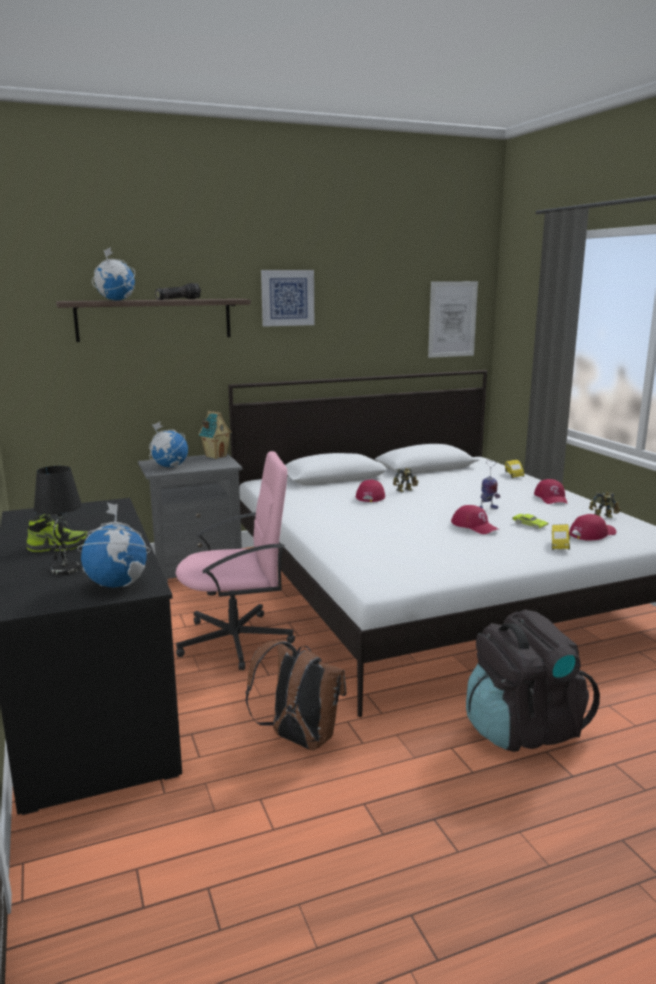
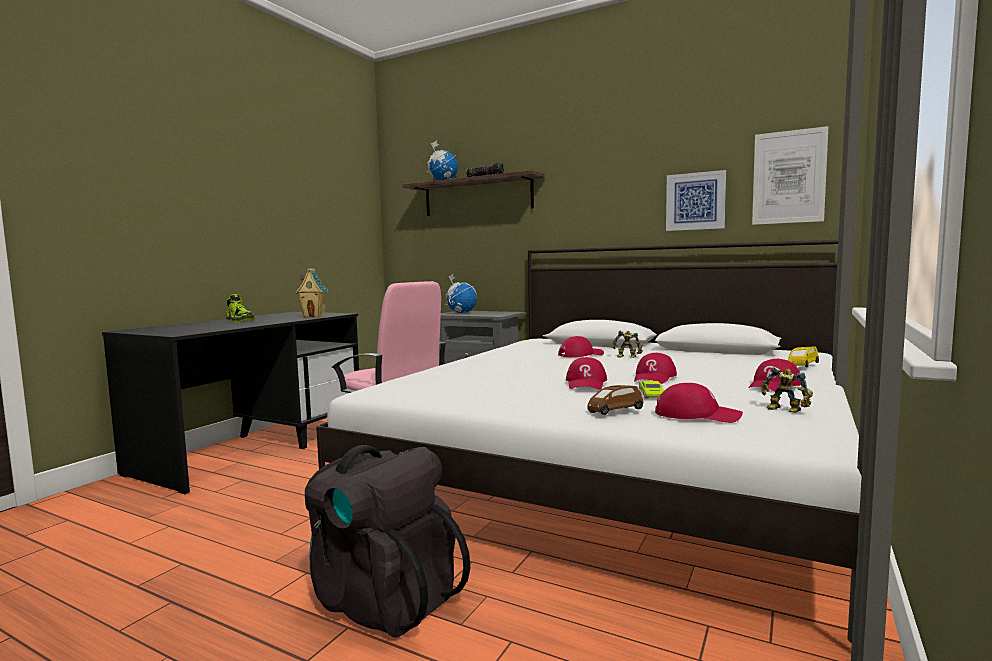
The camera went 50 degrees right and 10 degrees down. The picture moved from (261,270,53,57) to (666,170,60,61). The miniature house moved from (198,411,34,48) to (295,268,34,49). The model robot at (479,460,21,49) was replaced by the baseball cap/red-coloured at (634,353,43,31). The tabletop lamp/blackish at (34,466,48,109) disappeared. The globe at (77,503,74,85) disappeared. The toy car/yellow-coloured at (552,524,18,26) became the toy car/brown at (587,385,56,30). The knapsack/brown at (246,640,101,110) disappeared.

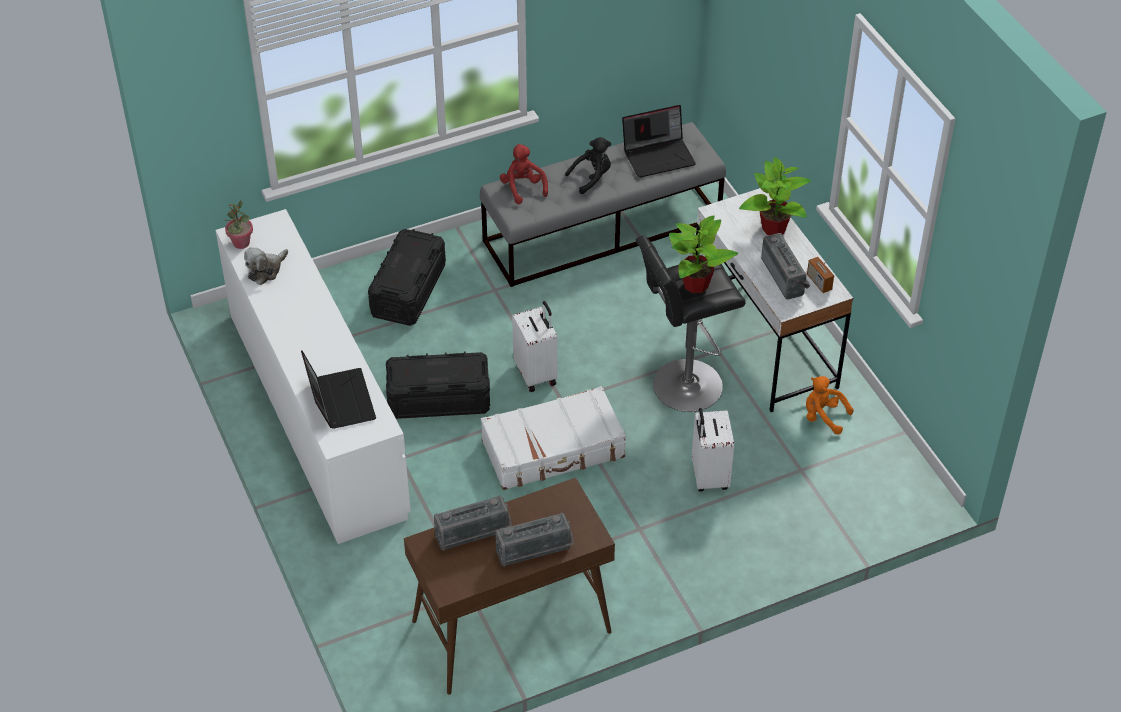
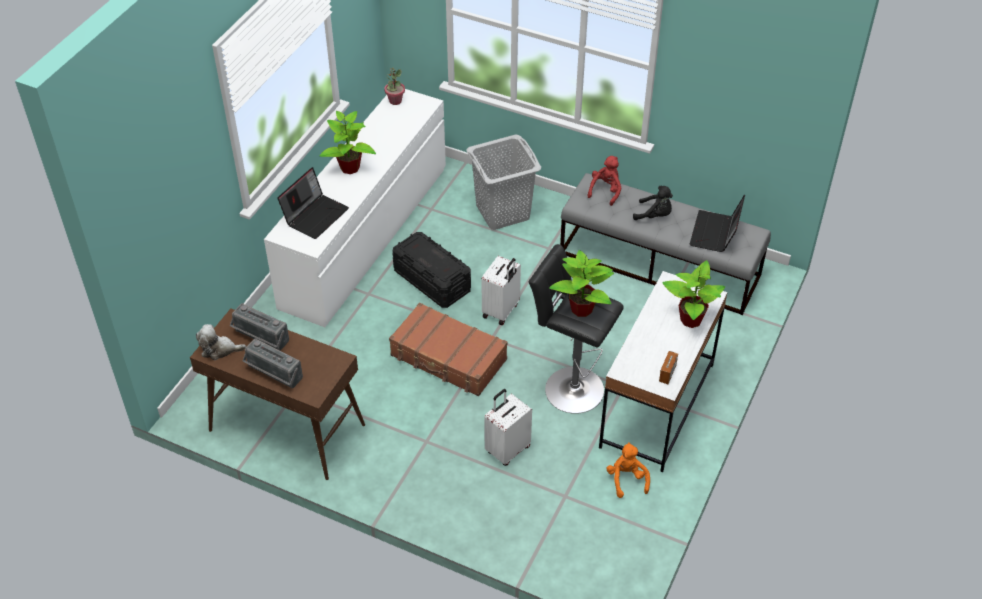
The camera went 50 degrees right and 0 degrees up. The laptop at (622,105,74,73) turned 75 degrees clockwise. The storage container/blackish at (368,229,78,97) was replaced by the laundry basket/greyish at (466,135,75,95). The radio set at (761,233,50,66) disappeared. The soft toy moved from (244,247,44,38) to (196,324,50,36). The travel case/white at (481,386,145,104) became the travel case/brown at (389,303,118,93). The potted plant at (320,111,56,63) appeared.

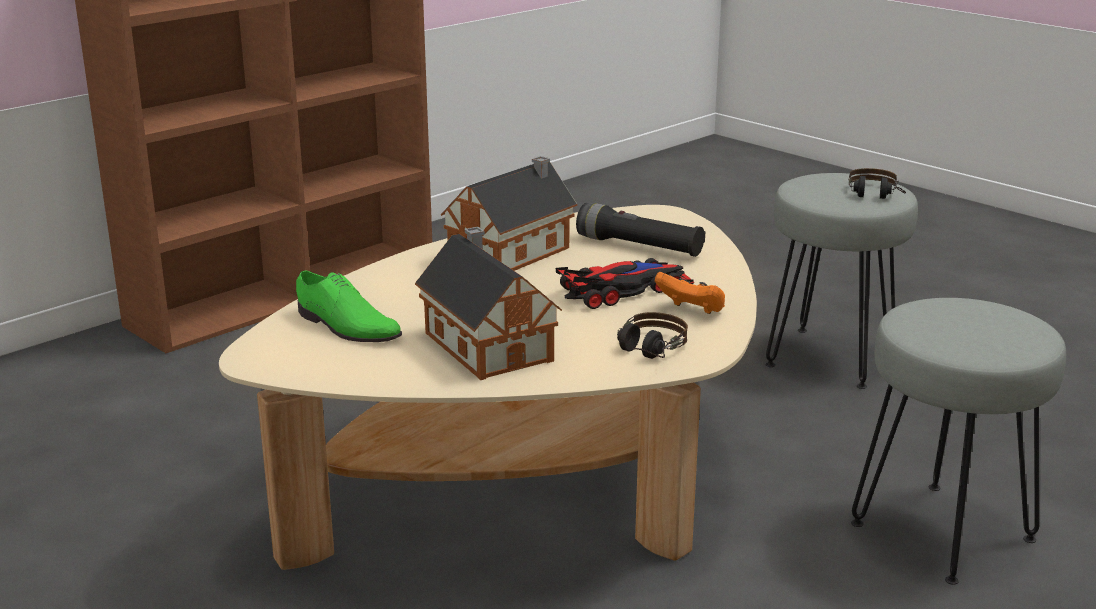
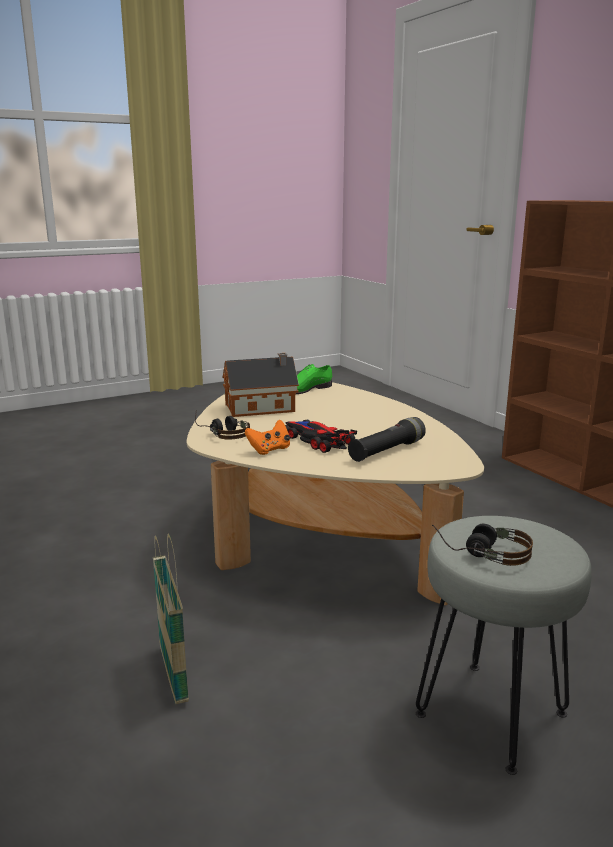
The camera went 105 degrees right and 5 degrees down. The miniature house at (441,156,136,115) disappeared. The toy car at (556,258,138,51) turned 150 degrees clockwise. The stool/greyish at (851,298,215,287) was replaced by the storage basket at (153,533,36,171).

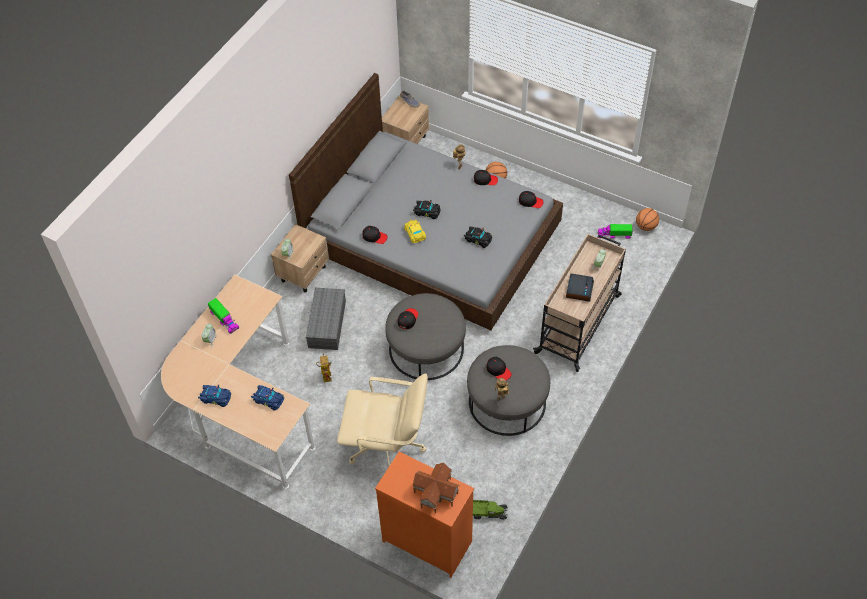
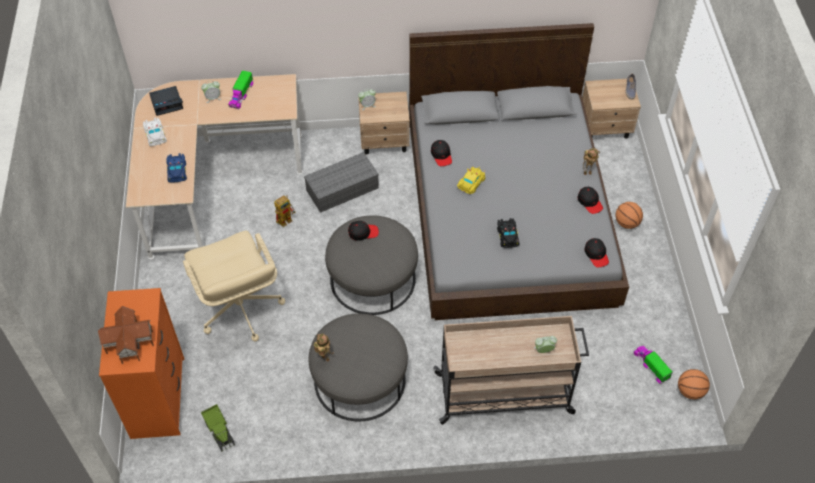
The camera went 55 degrees right and 0 degrees up. The toy car/blackish at (413,200,28,19) disappeared. The bedside clock moved from (566,273,28,29) to (149,86,34,30). The baseball cap/blackish at (486,357,26,23) disappeared. The toy car/blue at (198,385,33,22) became the toy car/white at (143,118,24,28).

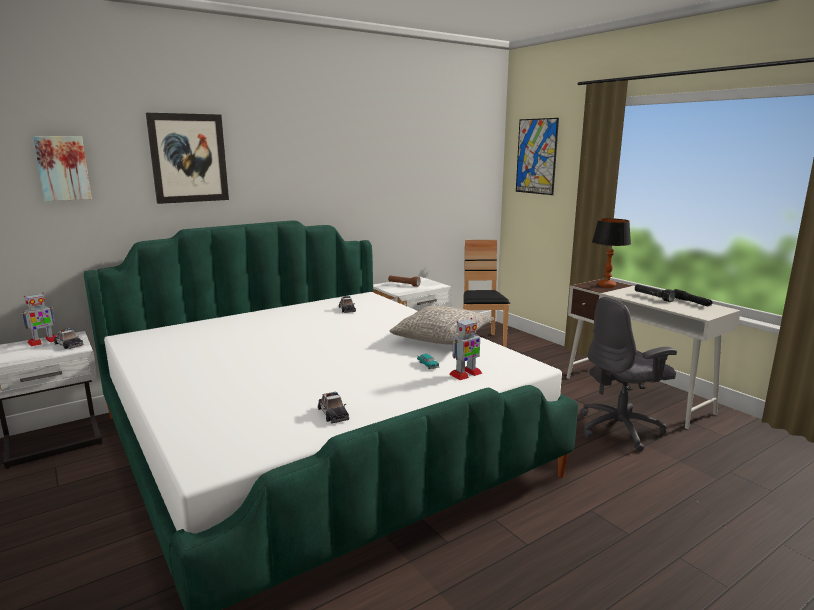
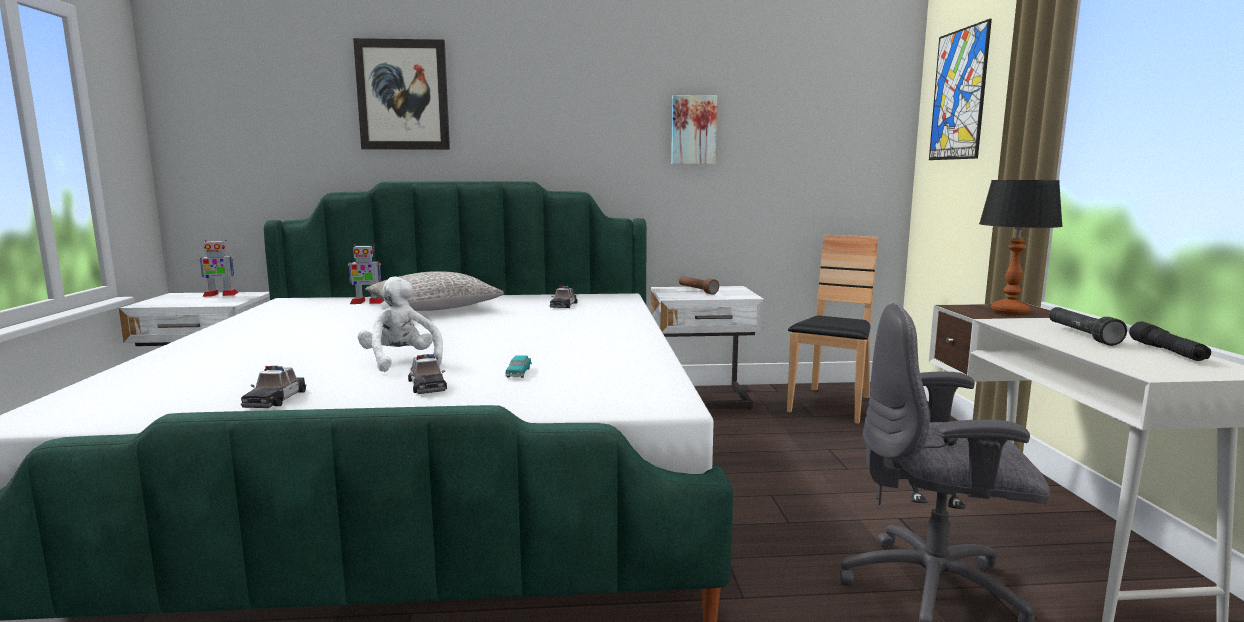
The camera went 30 degrees right and 5 degrees down. The picture moved from (33,136,59,65) to (671,95,46,69). The pillow/greyish moved from (390,306,104,39) to (365,271,139,40). The model robot moved from (449,318,33,62) to (348,244,36,60). The toy car moved from (54,328,29,21) to (408,354,39,40). The soft toy/white at (357,276,86,96) appeared.

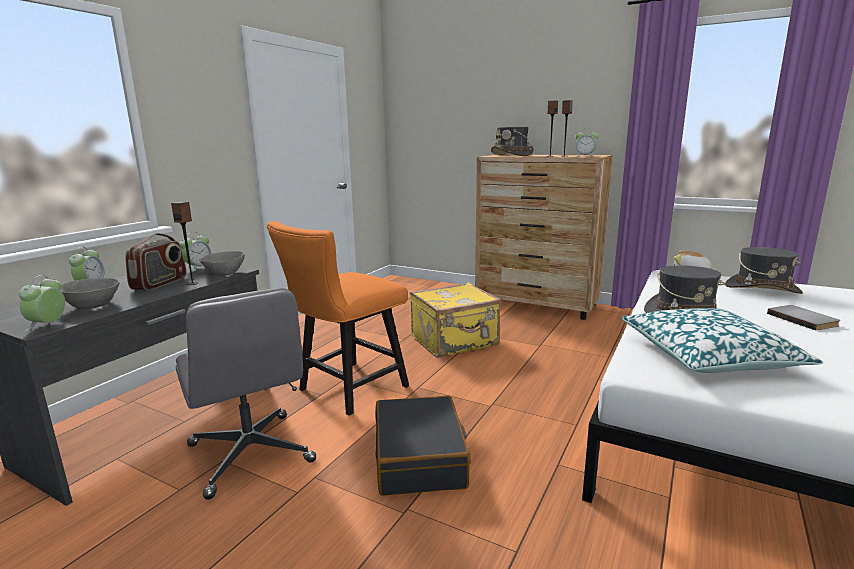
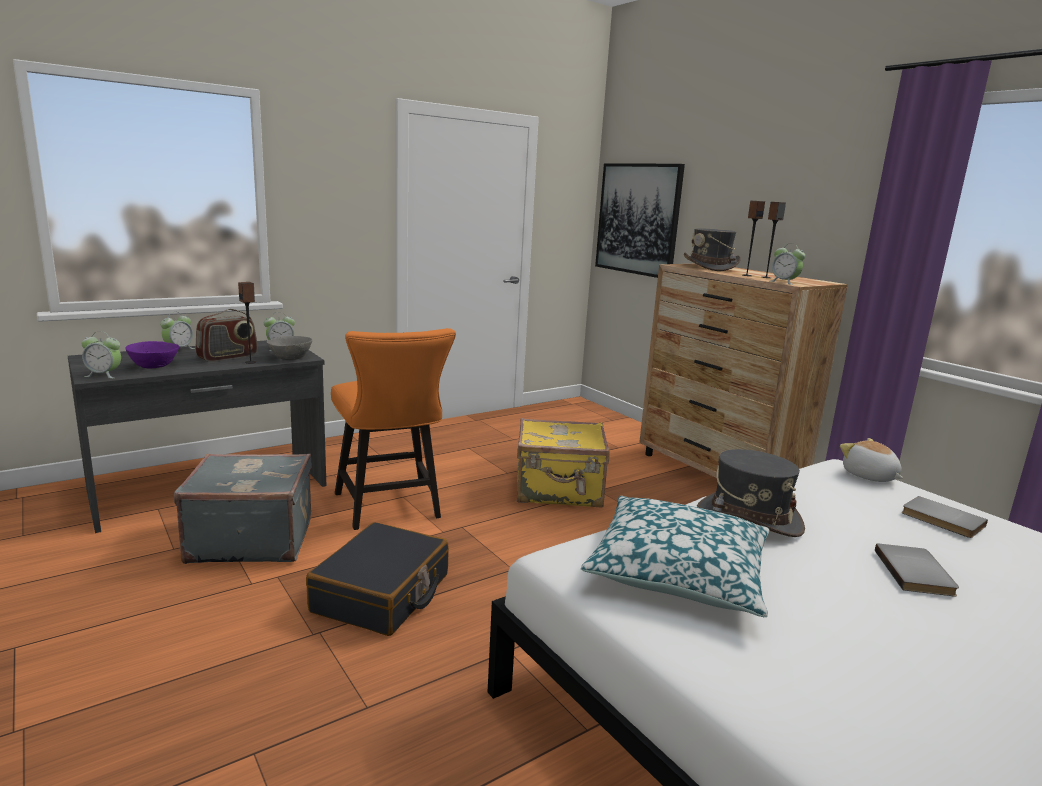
The camera went 25 degrees right and 0 degrees up. The chair/orange-coloured at (267,221,142,195) turned 90 degrees counterclockwise. The clothing hat/greyish at (725,247,78,47) was replaced by the volume/greyish at (902,496,86,42). The bedside clock at (19,275,46,57) turned 120 degrees counterclockwise. The bowl/greyish at (60,278,60,31) became the bowl/purple-coloured at (125,341,54,28). The office chair/greyish at (176,288,140,212) was replaced by the travel case/greyish at (174,454,138,110). The picture at (595,163,90,115) appeared.

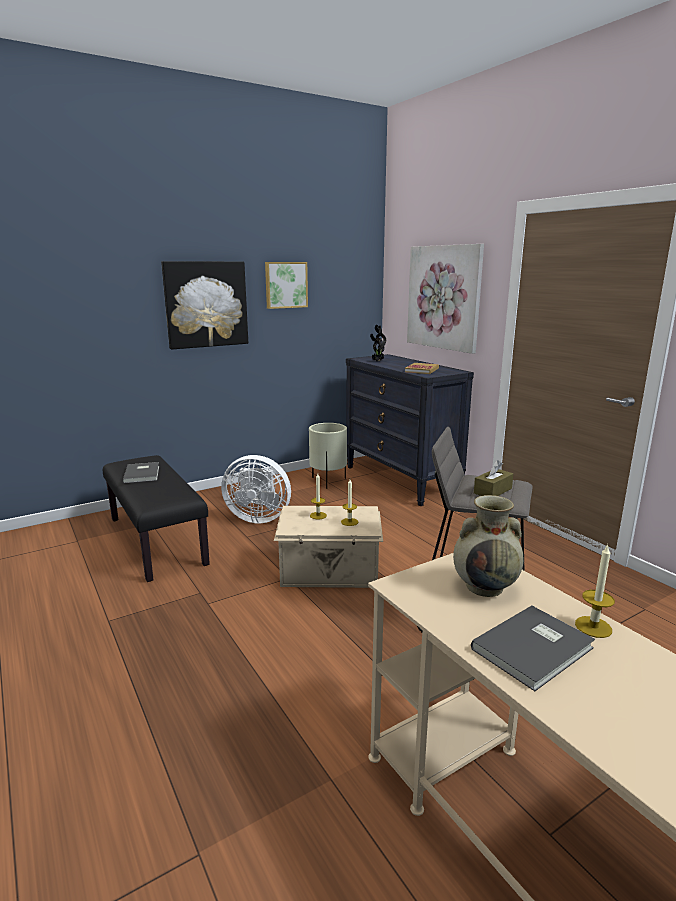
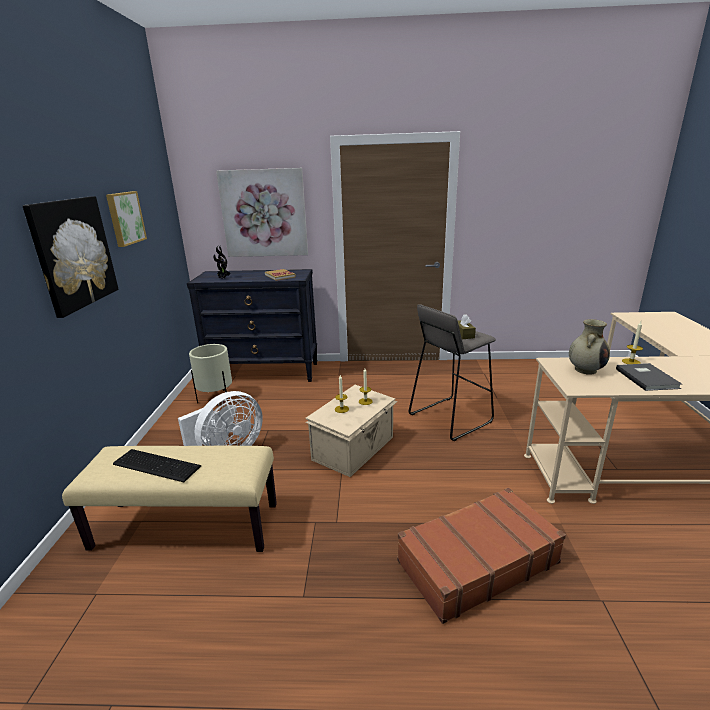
The camera went 55 degrees left and 5 degrees up. The long seat/blackish at (103,455,107,127) became the long seat/beige-coloured at (62,446,215,106). The volume/greyish at (123,462,36,21) was replaced by the PC keyboard at (113,449,88,33). The travel case/brown at (397,488,169,136) appeared.

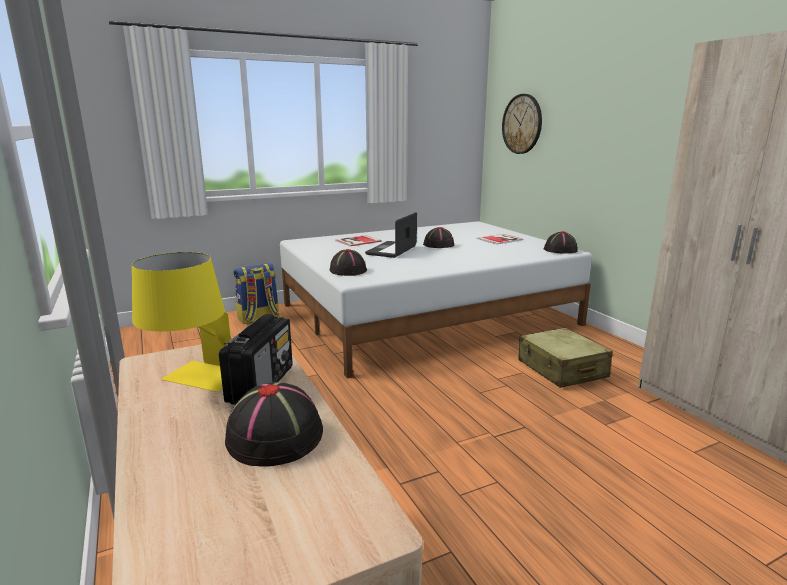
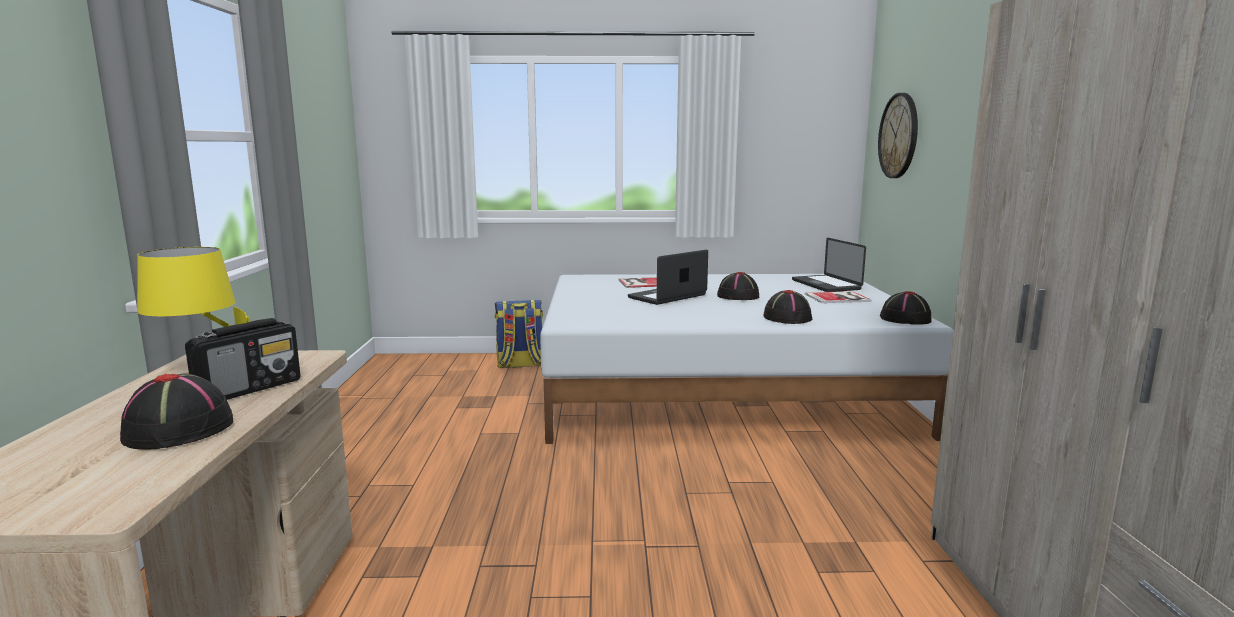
The camera went 25 degrees right and 5 degrees down. The clothing hat/blackish moved from (330,249,37,27) to (763,290,49,34). The travel case/beige-coloured at (518,328,95,60) disappeared. The laptop at (792,238,74,54) appeared.

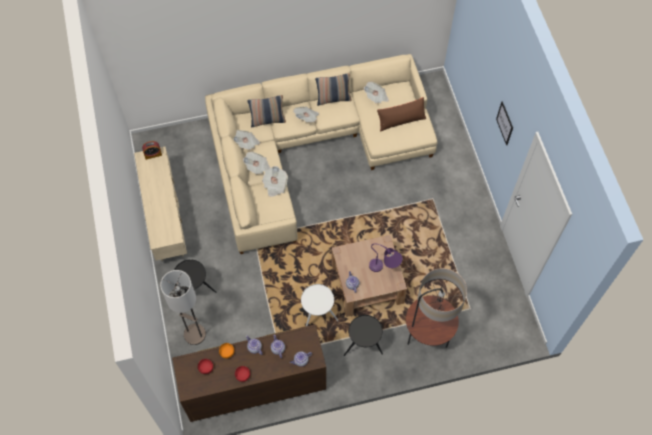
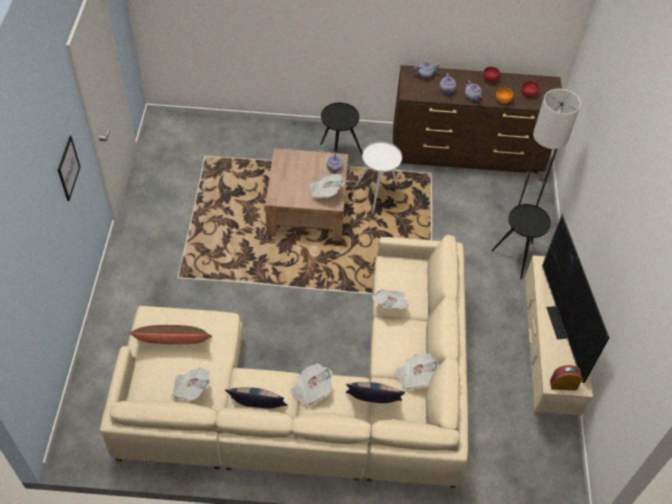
The camera went 165 degrees left and 10 degrees down. The printed paper moved from (243,151,27,24) to (310,174,34,24). The tabletop lamp/purple-coloured at (369,243,34,29) disappeared. The floor lamp at (406,268,61,80) disappeared. The TV set at (542,215,67,168) appeared.

